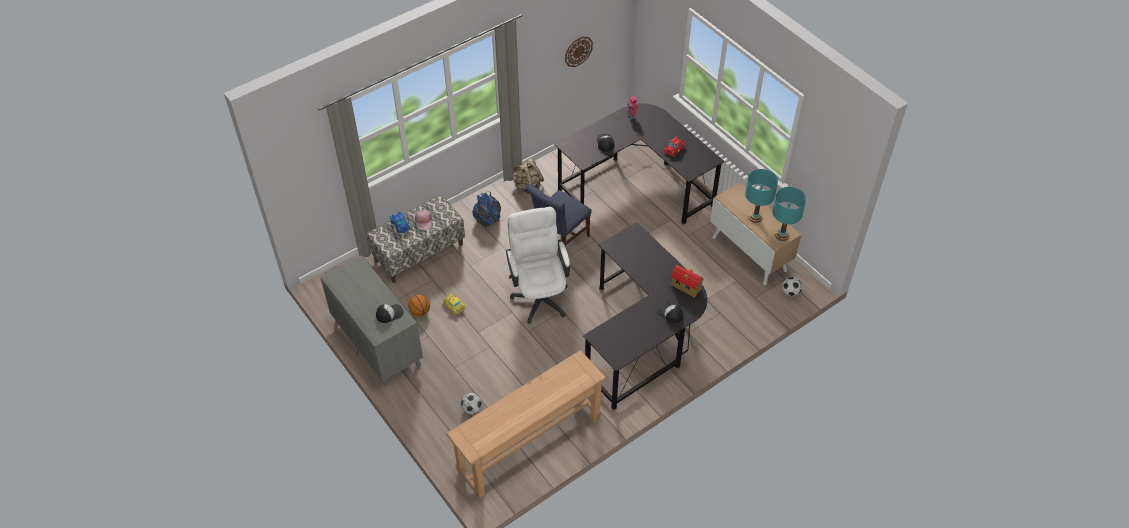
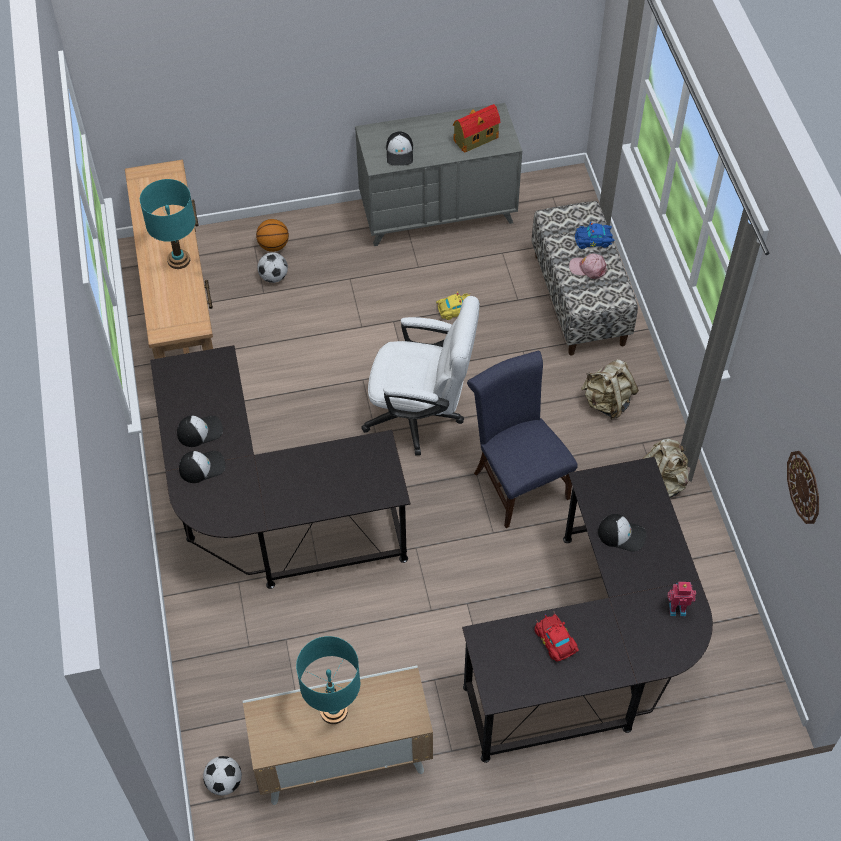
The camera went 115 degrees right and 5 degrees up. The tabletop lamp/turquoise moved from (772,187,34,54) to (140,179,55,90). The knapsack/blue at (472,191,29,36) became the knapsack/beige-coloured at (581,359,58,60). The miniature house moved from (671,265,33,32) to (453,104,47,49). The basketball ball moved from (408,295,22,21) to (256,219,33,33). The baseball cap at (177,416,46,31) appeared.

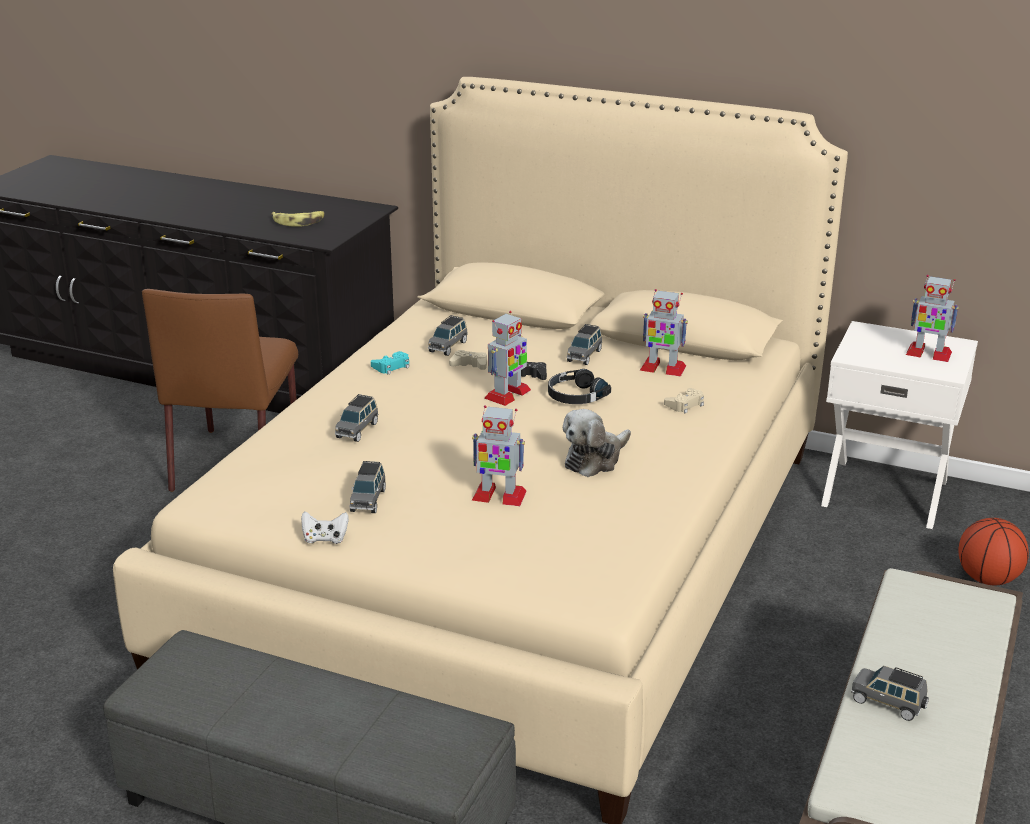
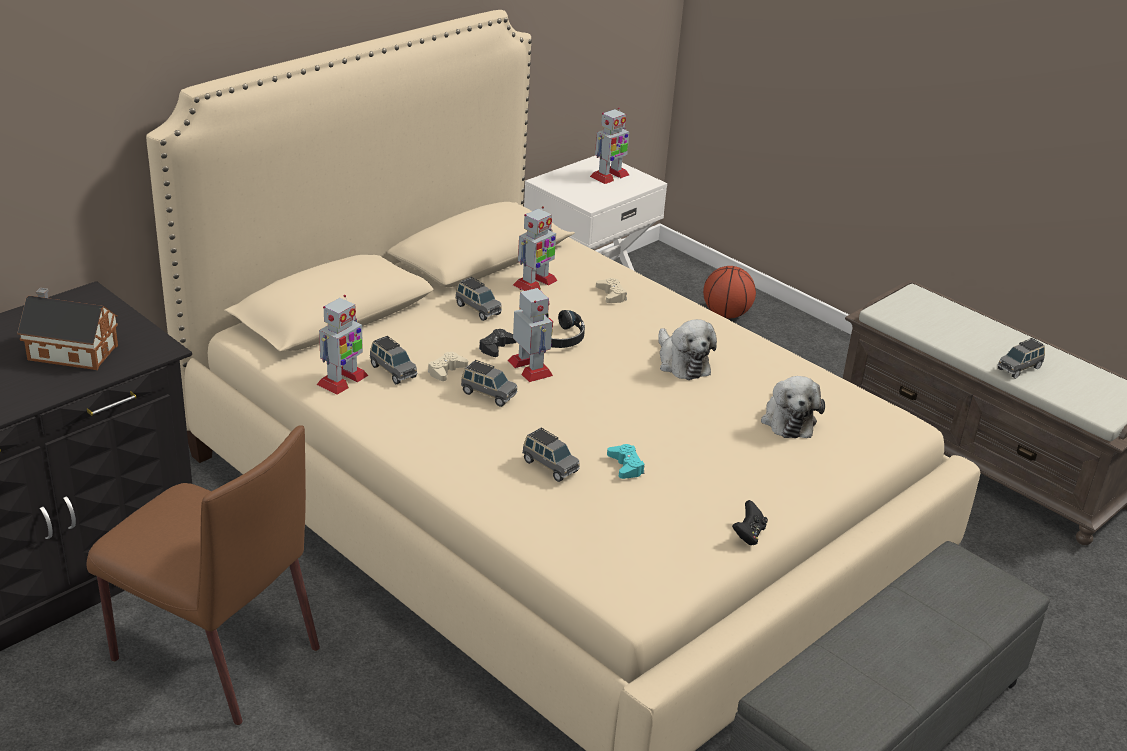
The camera went 70 degrees left and 5 degrees up. The banana at (272,211,53,16) was replaced by the miniature house at (17,288,101,82). The gamepad/turquoise moved from (371,351,38,23) to (607,444,38,35). The model robot moved from (472,405,55,101) to (316,295,52,100). The toy car/greyish moved from (349,461,37,52) to (461,360,56,47). The gamepad/white at (301,511,48,33) became the gamepad/blackish at (732,500,36,45). The soft toy at (761,376,64,62) appeared.

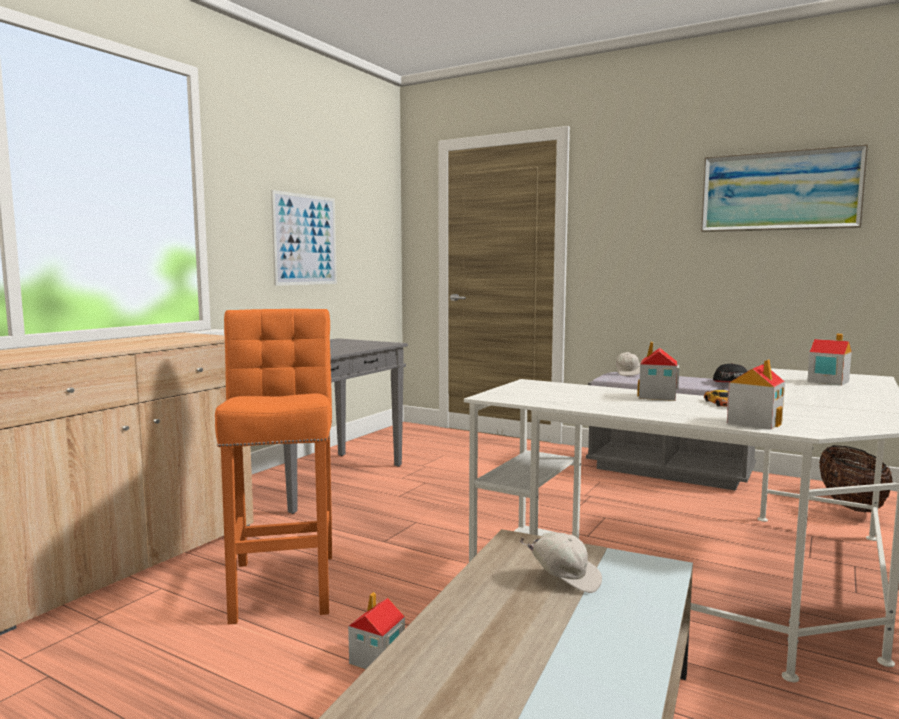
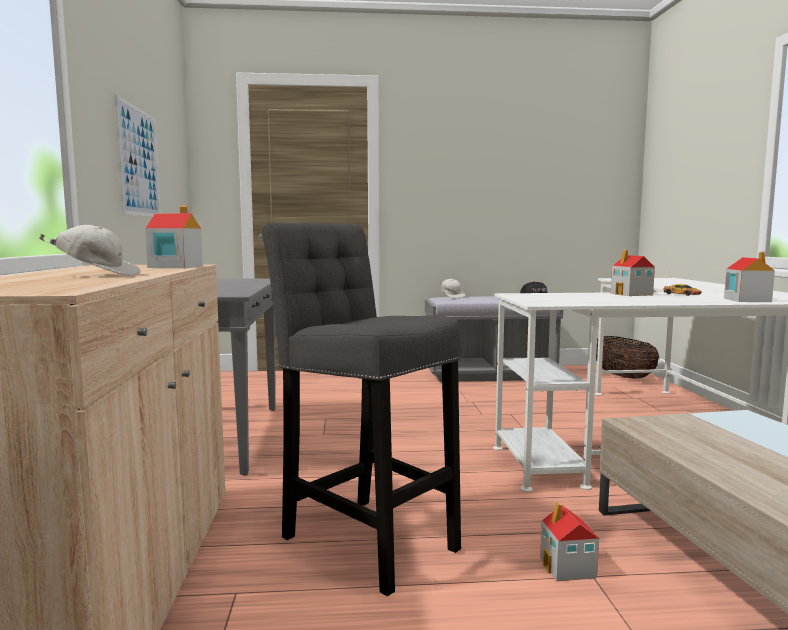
The camera went 35 degrees left and 0 degrees up. The picture at (701,144,167,88) disappeared. The stool/orange-coloured at (215,309,117,316) became the stool/greyish at (262,222,199,374). The miniature house moved from (807,334,45,52) to (145,206,58,62). The baseball cap/white moved from (519,532,83,61) to (39,225,102,51).

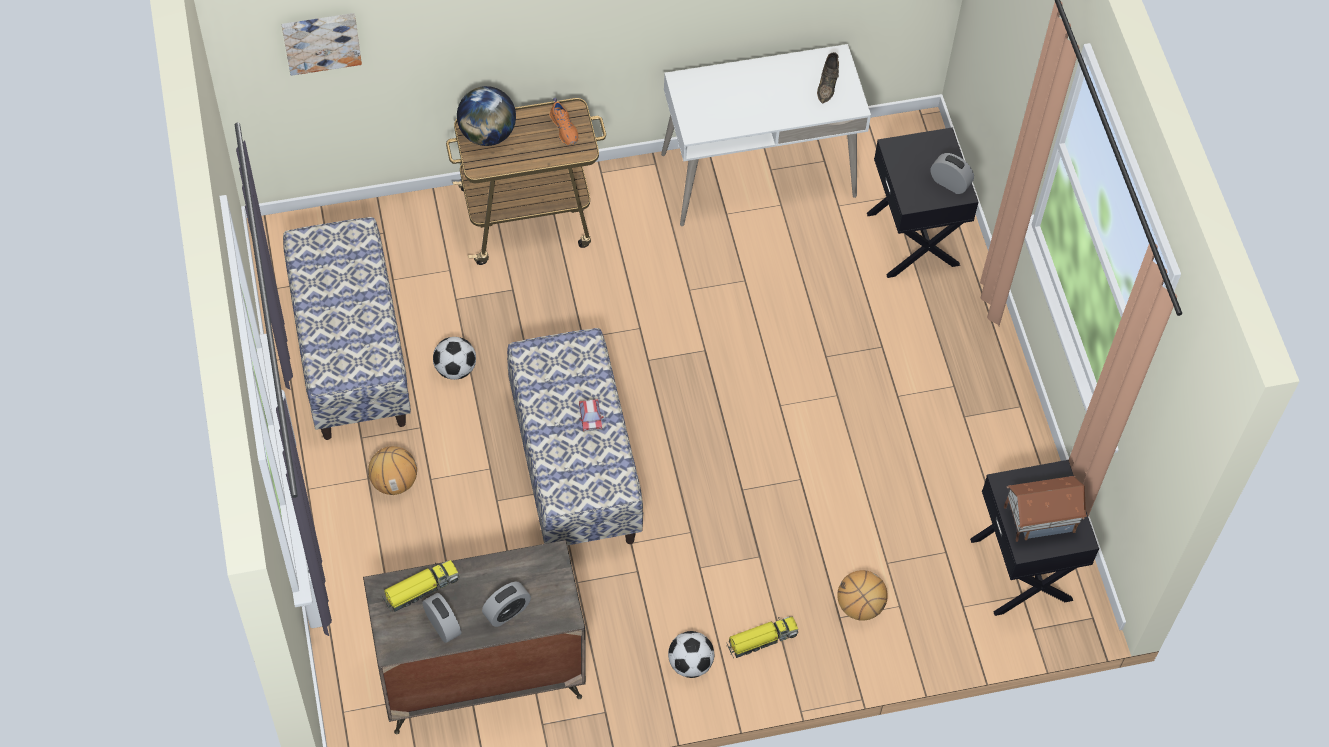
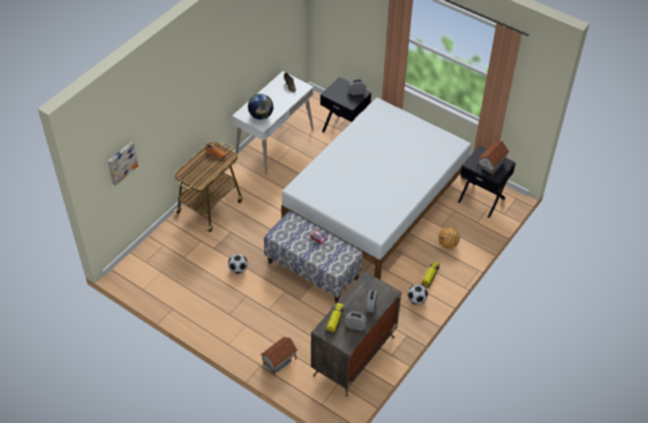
The camera went 40 degrees left and 10 degrees down. The globe moved from (457,86,59,60) to (248,94,25,26). The long seat at (283,217,128,223) disappeared. The basketball ball at (368,446,49,49) disappeared. The bed/white at (281,98,190,181) appeared. The miniature house at (261,337,37,38) appeared.

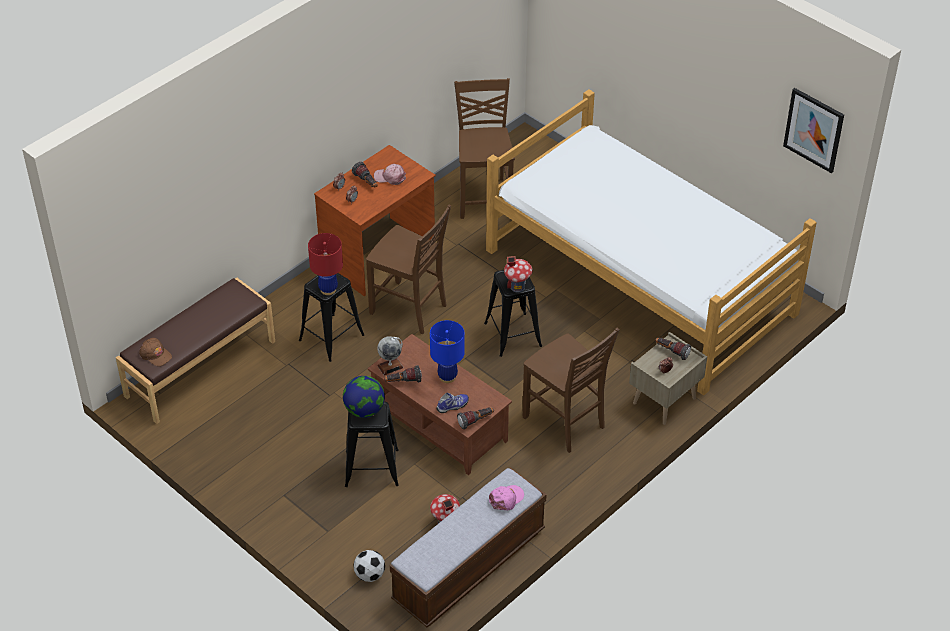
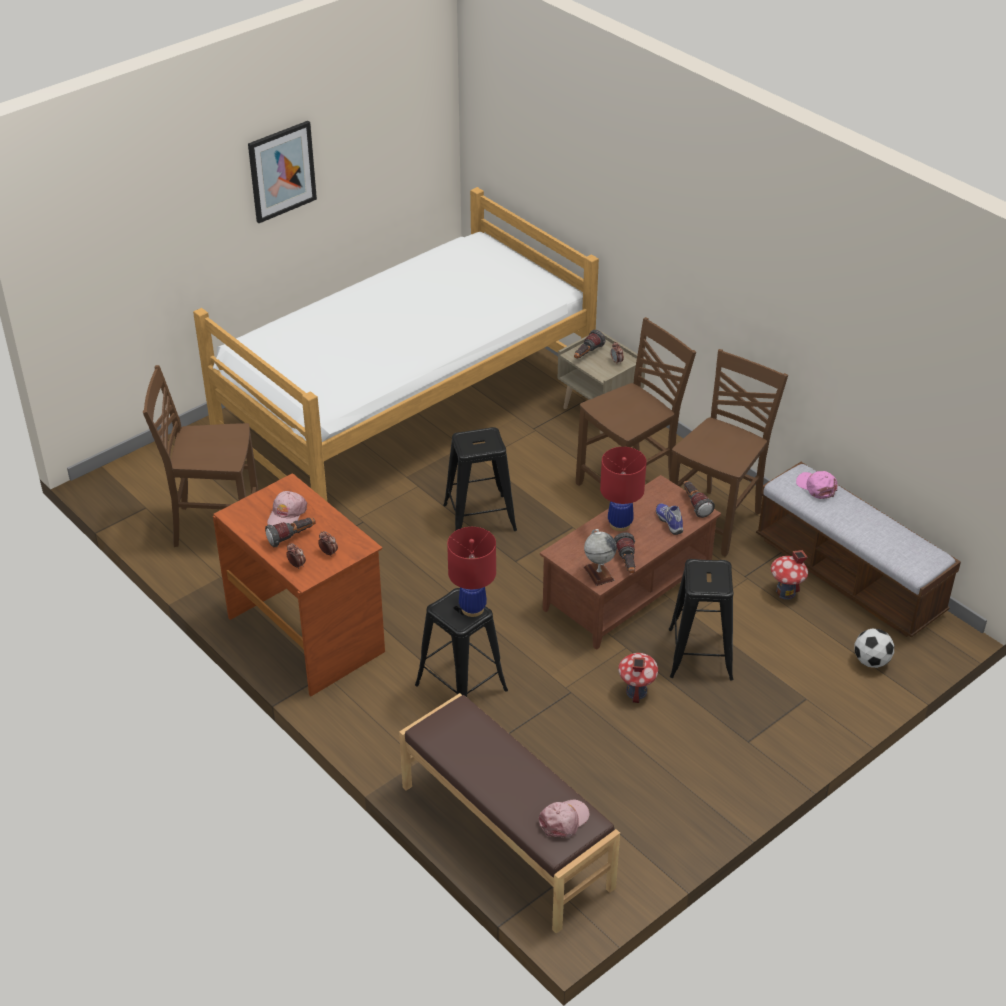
The camera went 85 degrees left and 5 degrees down. The picture moved from (783,88,61,85) to (248,121,69,102). The chair/brown moved from (366,204,85,130) to (670,349,118,208). The miniature house moved from (504,256,29,36) to (618,653,40,50). The tabletop lamp/blue at (430,320,35,63) became the tabletop lamp/red-coloured at (600,447,47,84). The baseball cap/brown at (139,338,33,29) became the baseball cap/pink-coloured at (539,800,50,38). The globe at (343,376,42,42) disappeared.

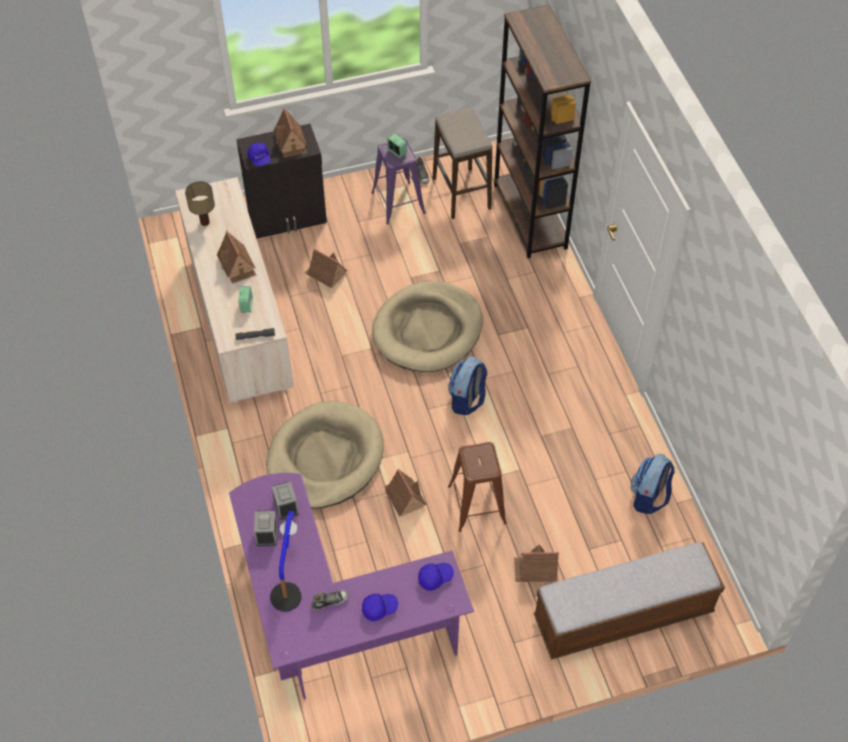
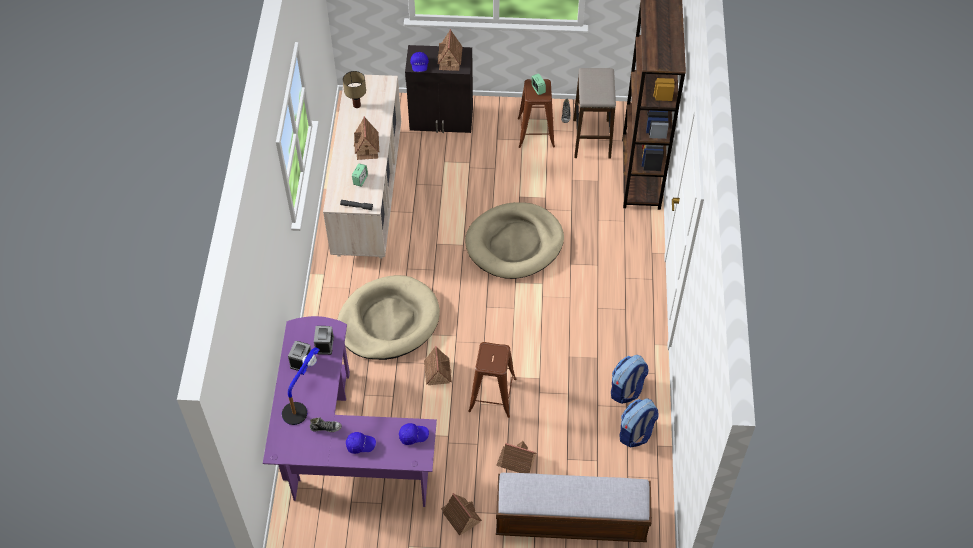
The camera went 20 degrees right and 0 degrees up. The stool/purple-coloured at (372,138,54,87) became the stool/brown at (518,79,37,69). The miniature house moved from (305,248,42,40) to (441,493,41,43). The knapsack moved from (448,356,39,59) to (611,355,38,49).

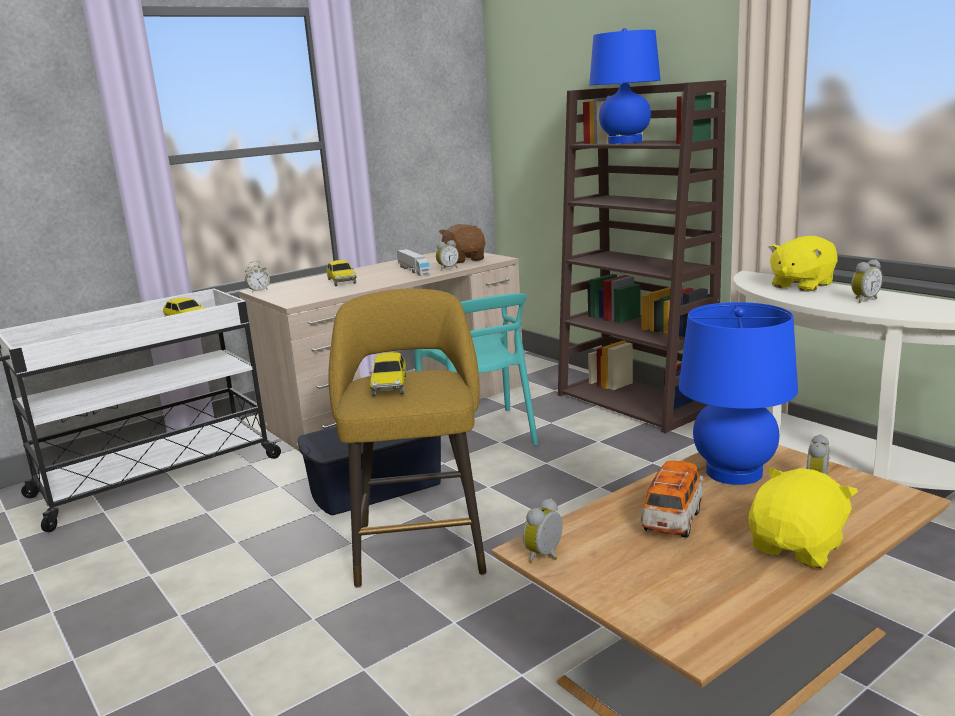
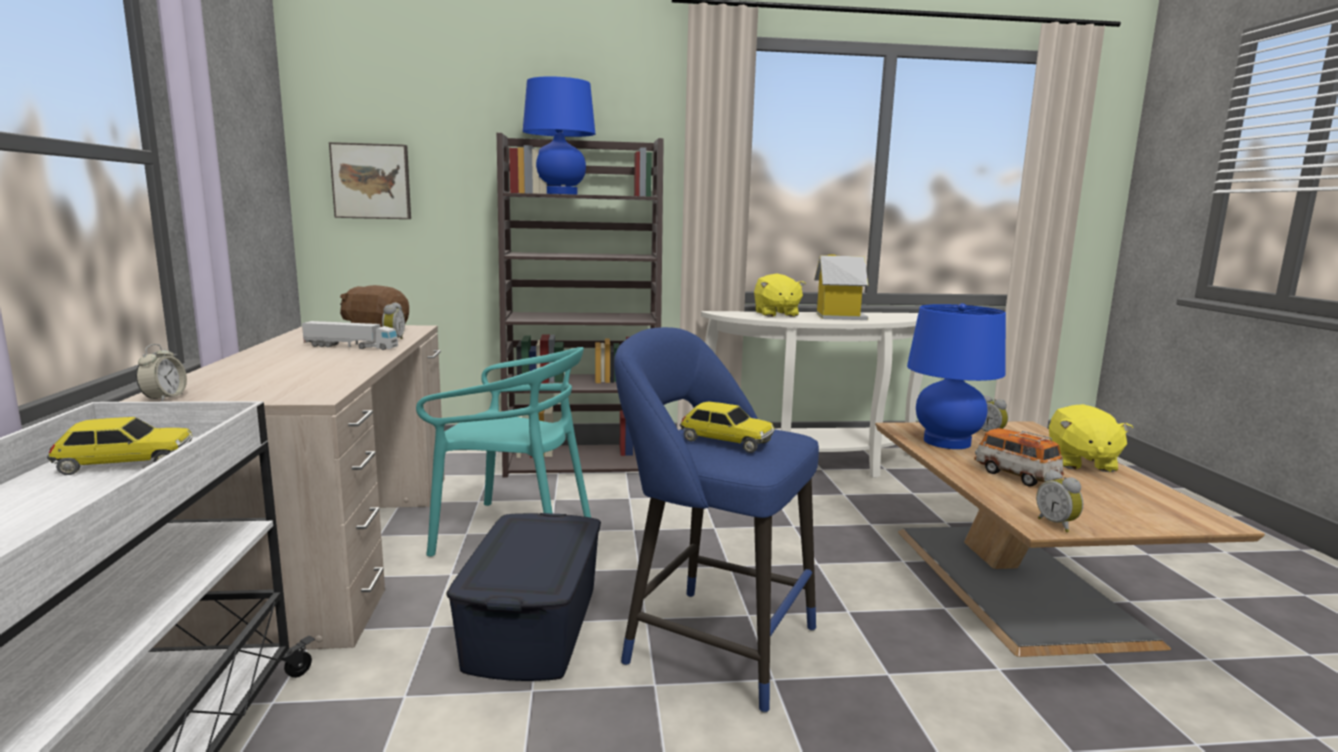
The camera went 60 degrees left and 5 degrees down. The bedside clock at (851,259,32,44) was replaced by the miniature house at (814,254,54,66). The toy car at (326,260,31,26) disappeared. The stool/yellow-coloured at (328,289,159,299) became the stool/blue at (614,327,205,386). The soft toy/yellow-coloured at (748,468,110,100) turned 150 degrees counterclockwise. The picture at (329,142,82,77) appeared.

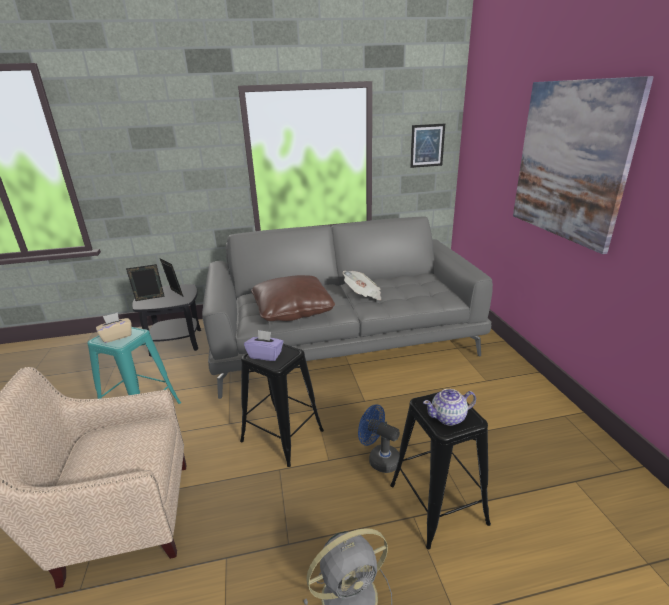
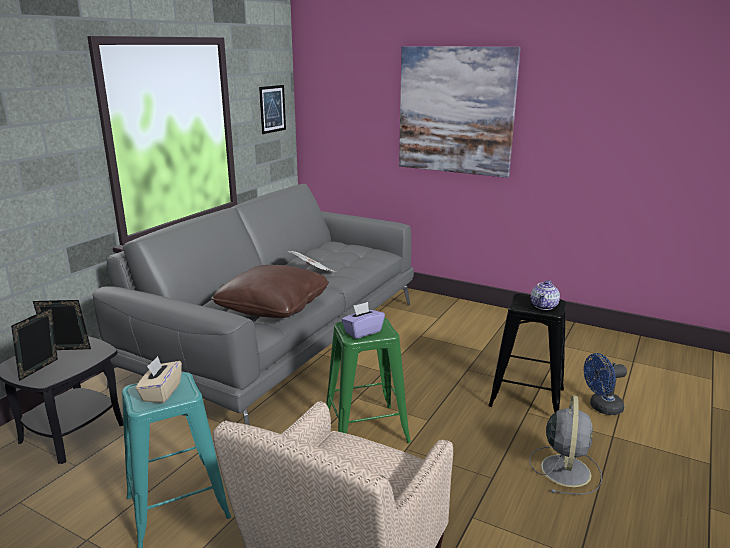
The camera went 50 degrees left and 5 degrees down. The stool/blackish at (240,344,84,123) became the stool/green-coloured at (326,317,85,126). The fan/blue moved from (358,404,42,69) to (584,353,43,62).

